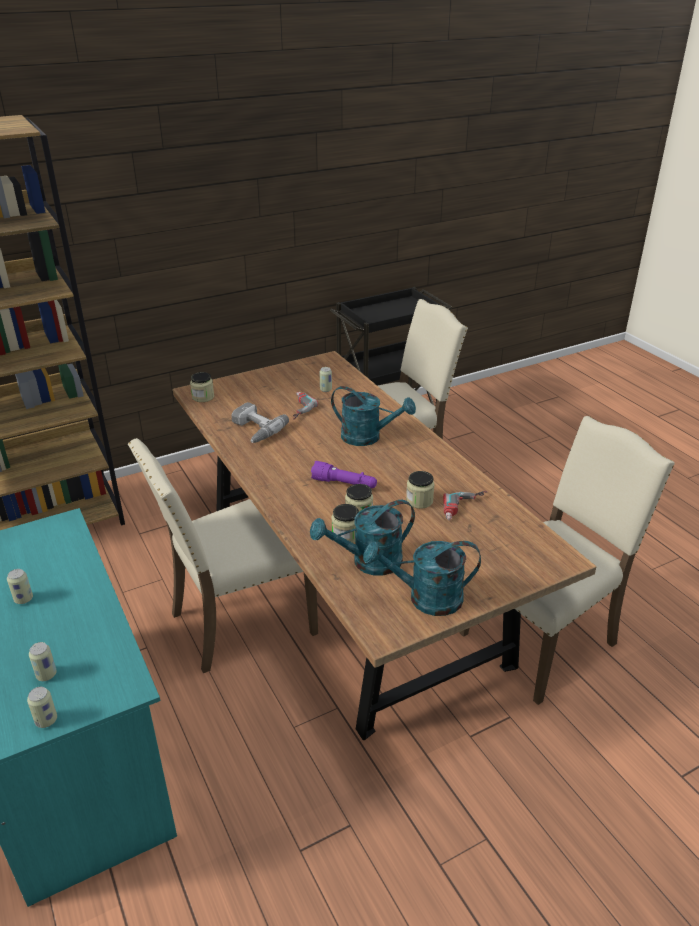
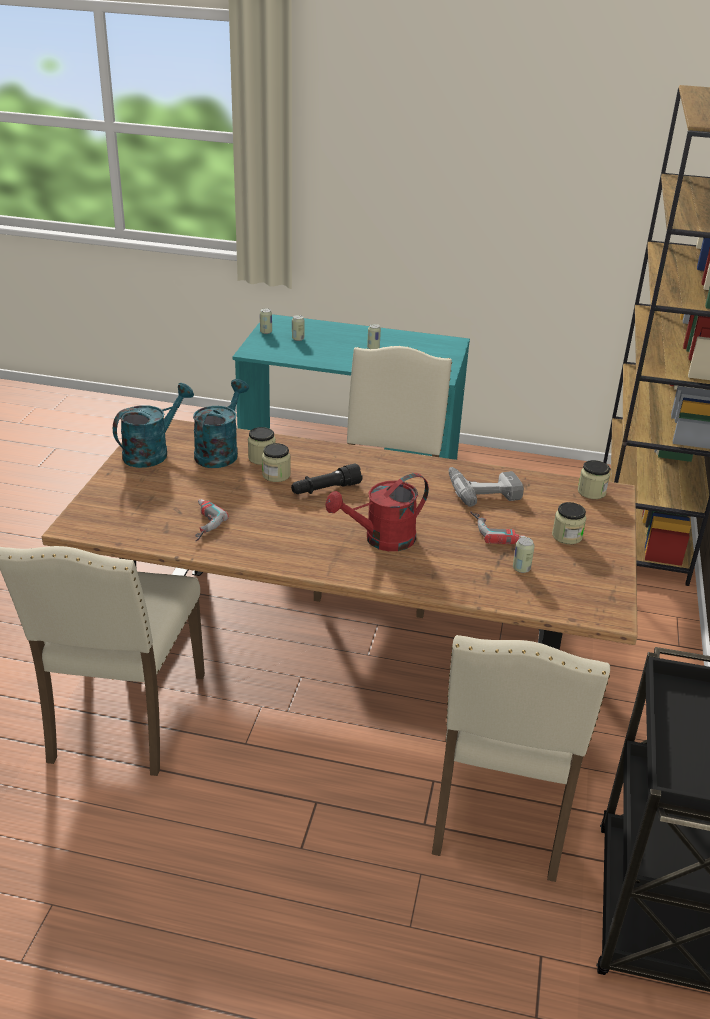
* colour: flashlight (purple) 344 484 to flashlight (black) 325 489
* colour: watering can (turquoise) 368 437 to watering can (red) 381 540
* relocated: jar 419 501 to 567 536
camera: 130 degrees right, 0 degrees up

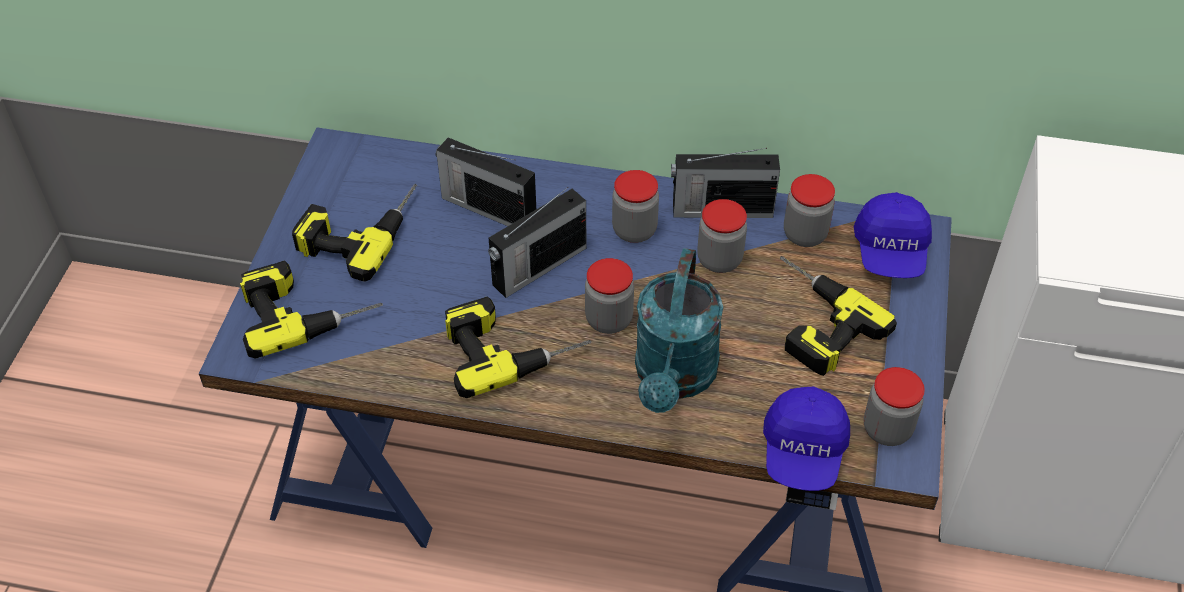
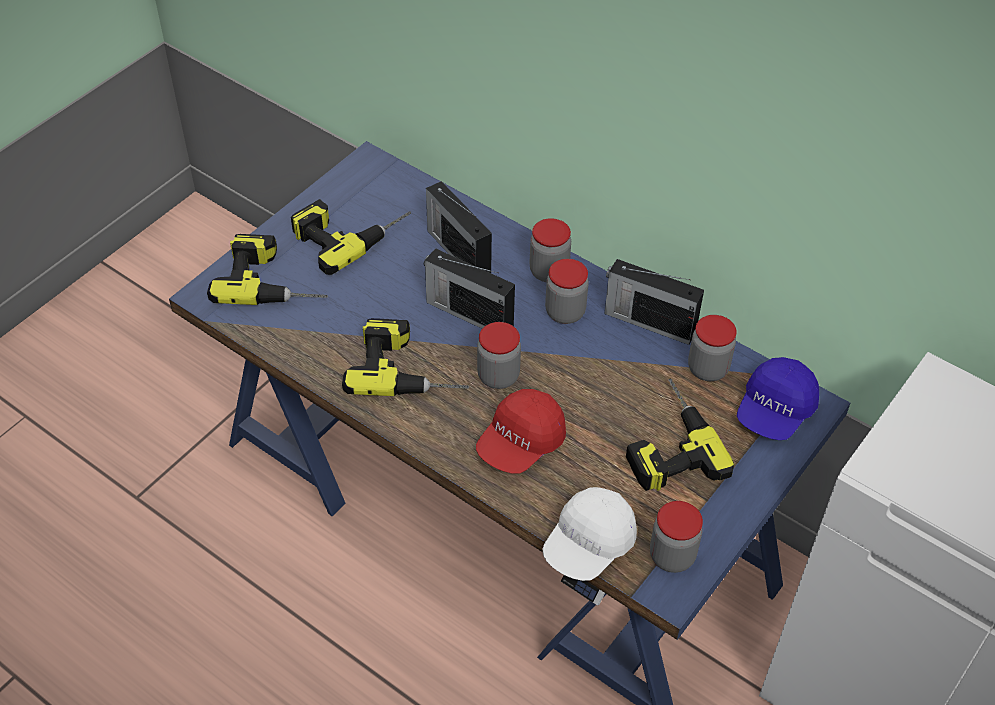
* spun: radio 537 267 = 468 313 45 degrees clockwise
* exchanged: watering can (turquoise) 674 378 to cap (red) 520 443
* relocated: jar 719 260 to 549 271
* colour: cap (blue) 803 452 to cap (white) 588 545
camera: 25 degrees right, 0 degrees up

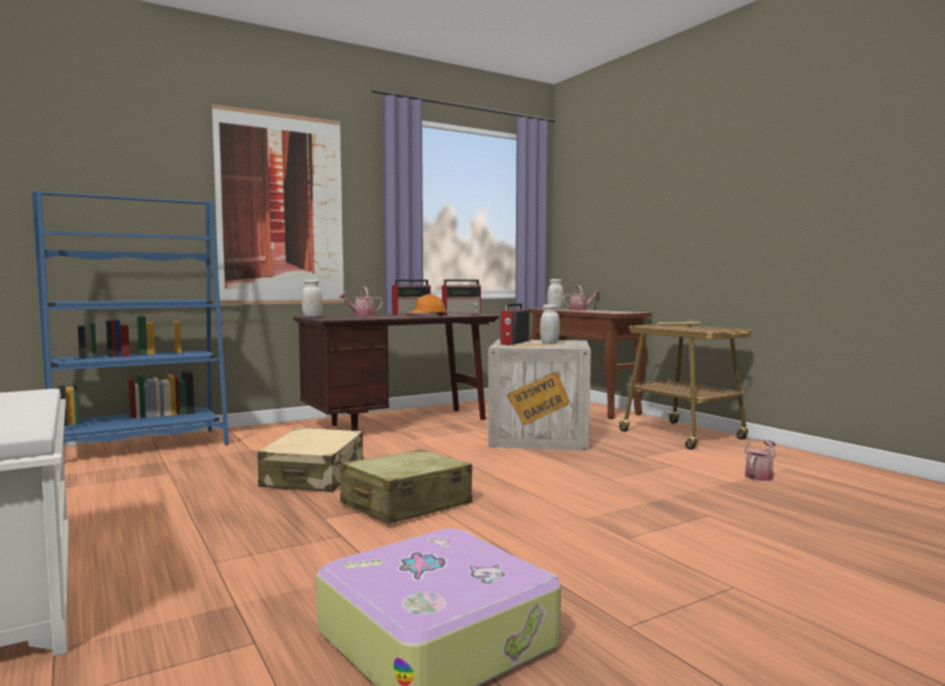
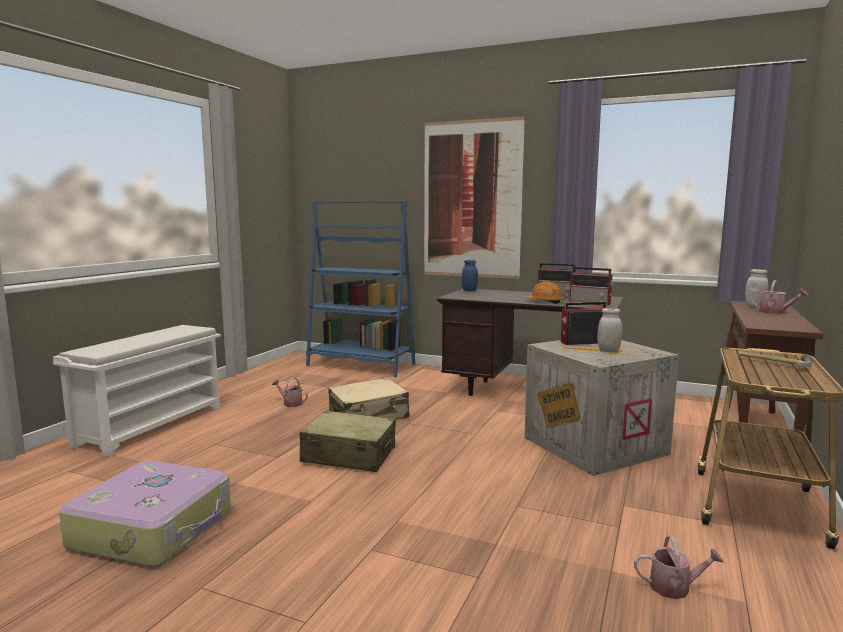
* relocated: watering can 361 315 to 290 403
* colour: jar (white) 312 316 to jar (blue) 469 290
camera: 55 degrees right, 5 degrees up

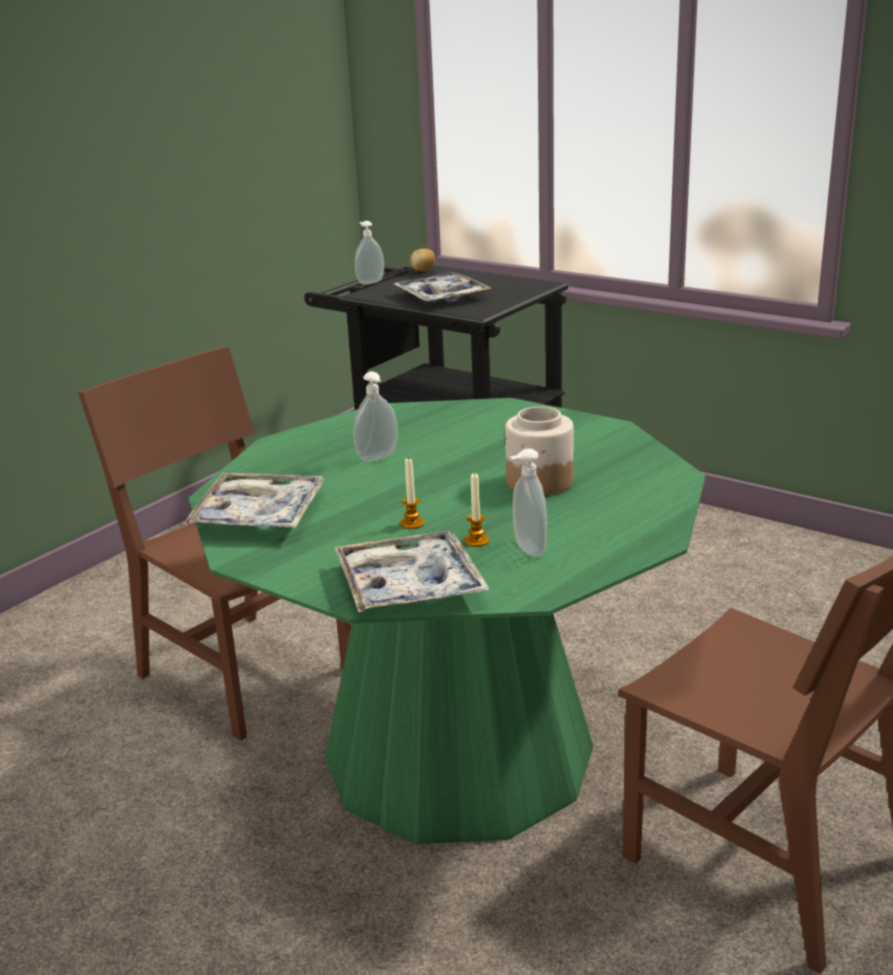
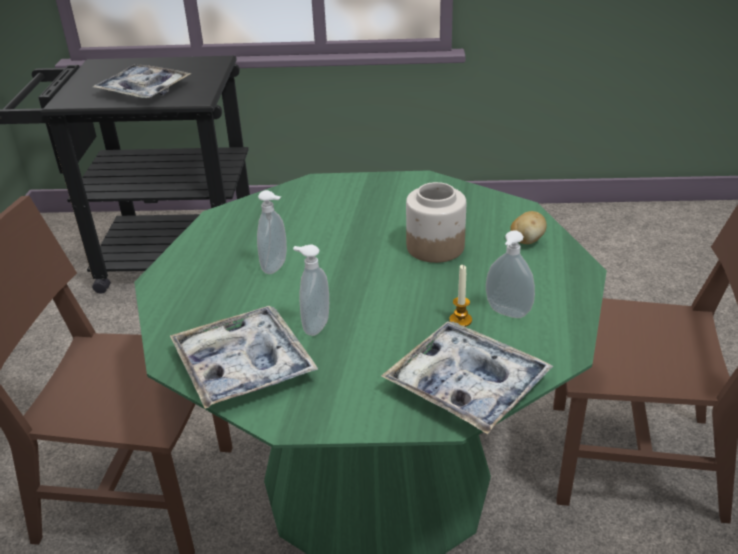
* relocated: soap dispenser 369 282 to 314 326
* relocated: potato 422 270 to 527 240
* missing: candle 412 523
camera: 35 degrees left, 10 degrees up

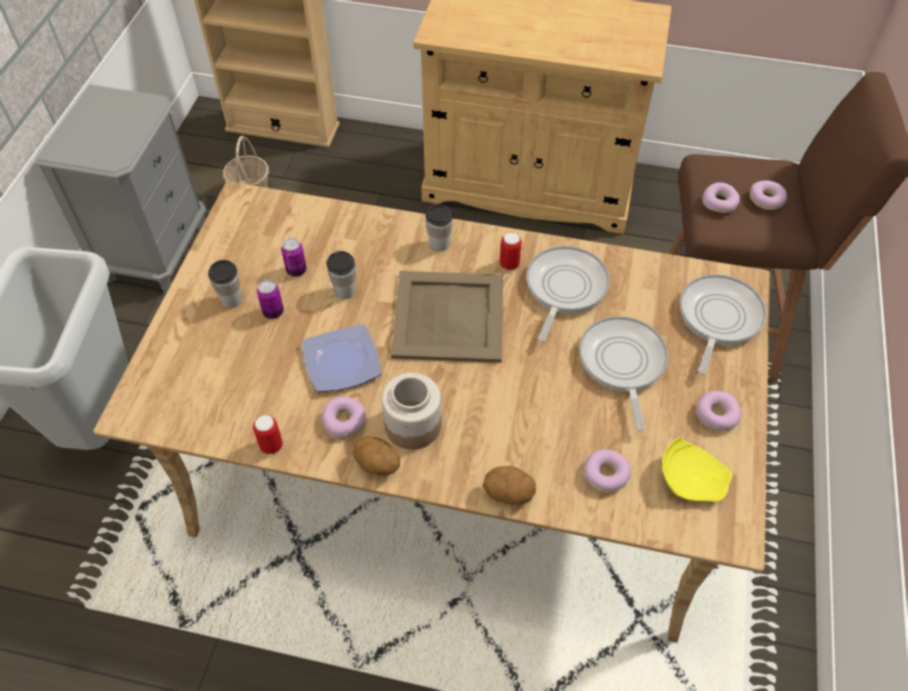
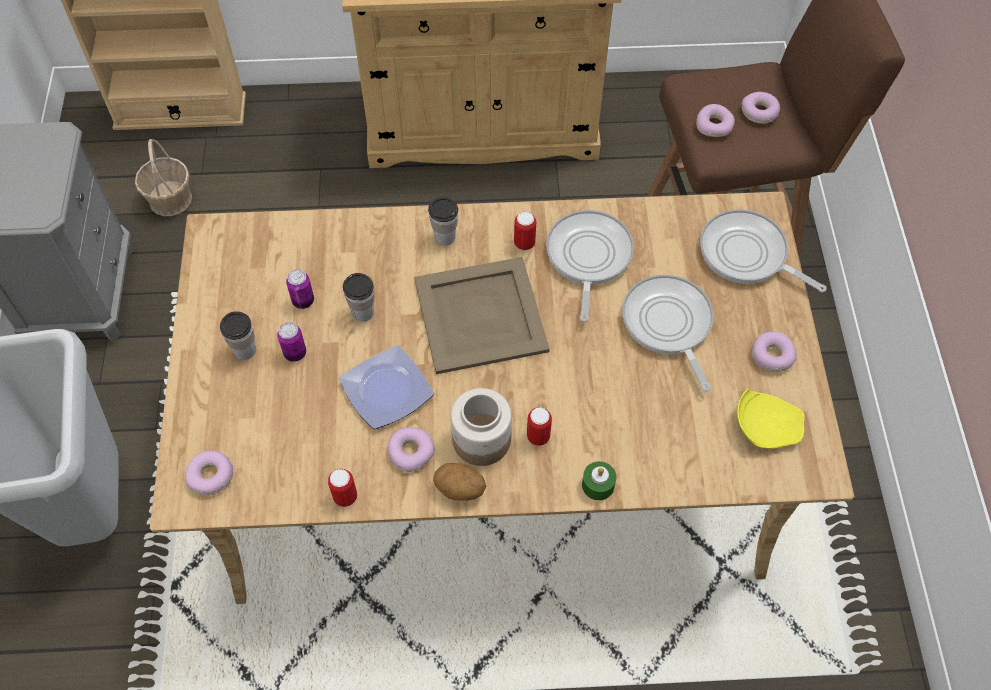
* relocated: donut 605 475 to 211 476
* appeared: can 538 436
* exchanged: potato 508 493 to candle (green) 598 485
* spun: frying pan 717 319 = 747 255 60 degrees counterclockwise
camera: 15 degrees left, 5 degrees up

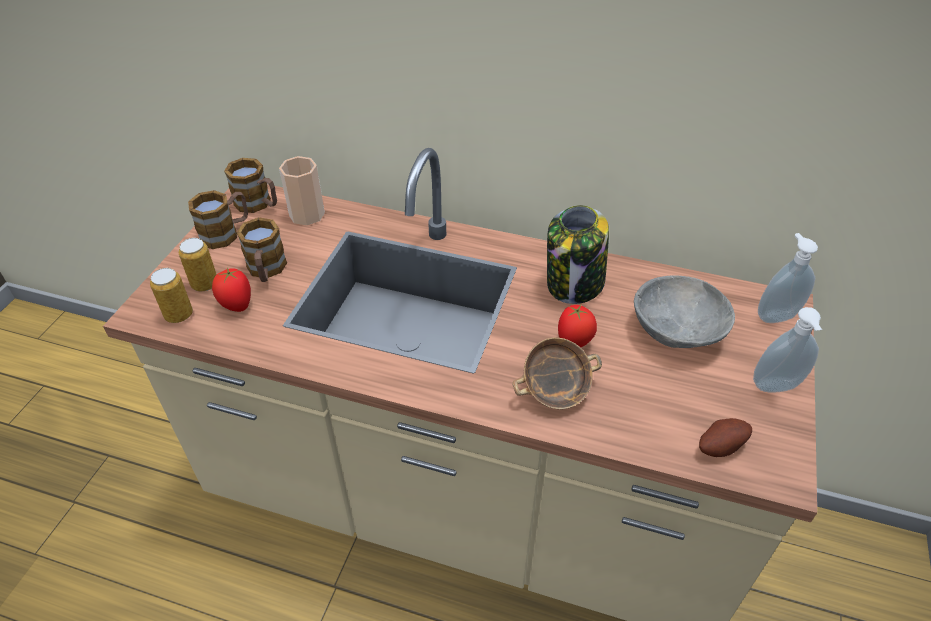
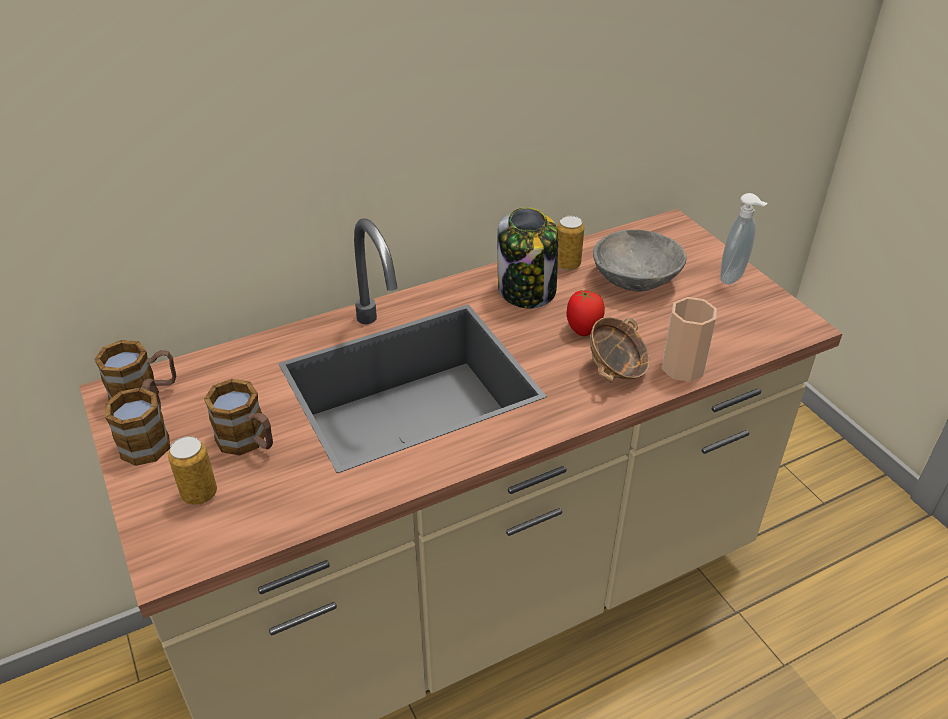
* relocated: can 179 315 to 567 264
* relocated: cup 307 214 to 682 367
* missing: tomato 236 305
* missing: potato 719 446
* missing: soap dispenser 775 315
camera: 45 degrees left, 5 degrees down

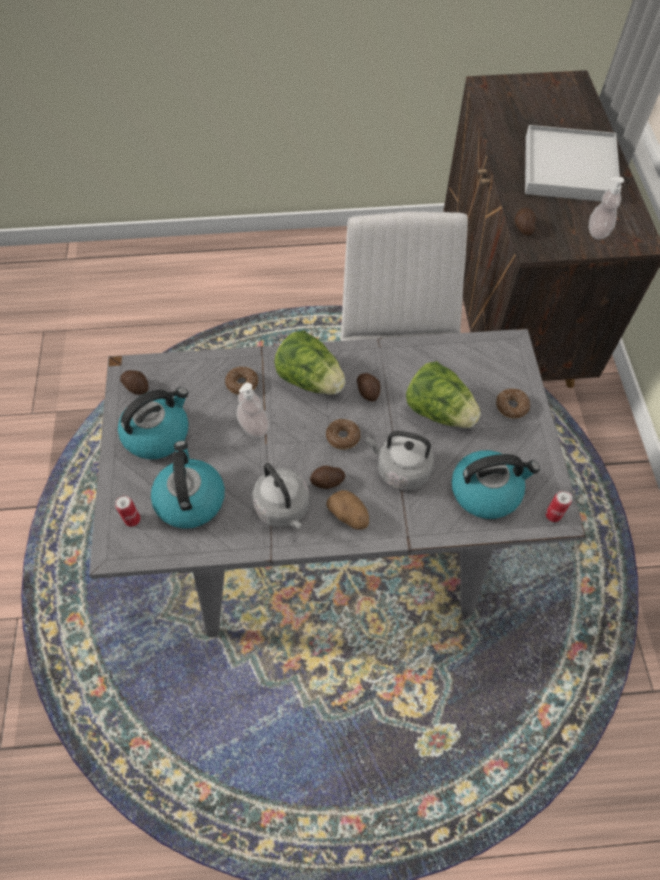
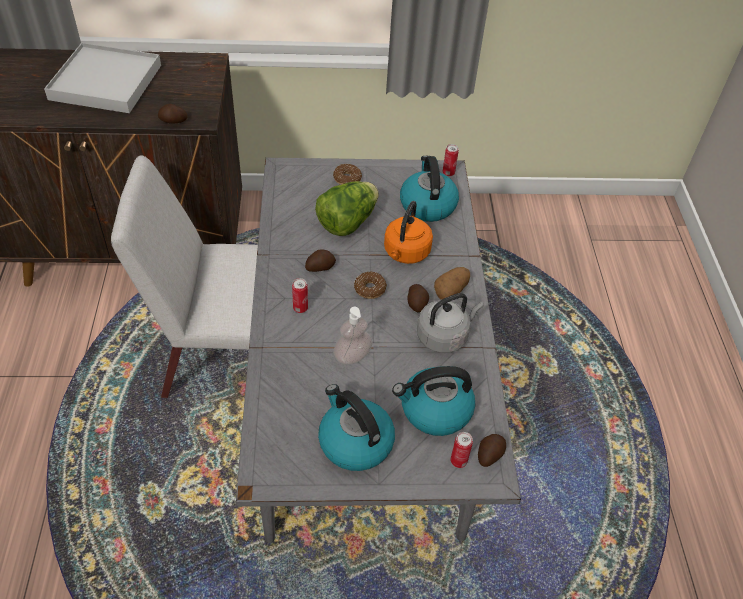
* exchanged: lettuce 310 379 to can 300 308
* colour: kettle (grey) 400 469 to kettle (orange) 405 253
* relocated: potato 136 386 to 489 454
* missing: donut 242 384
* missing: soap dispenser 598 231
camera: 90 degrees left, 10 degrees down

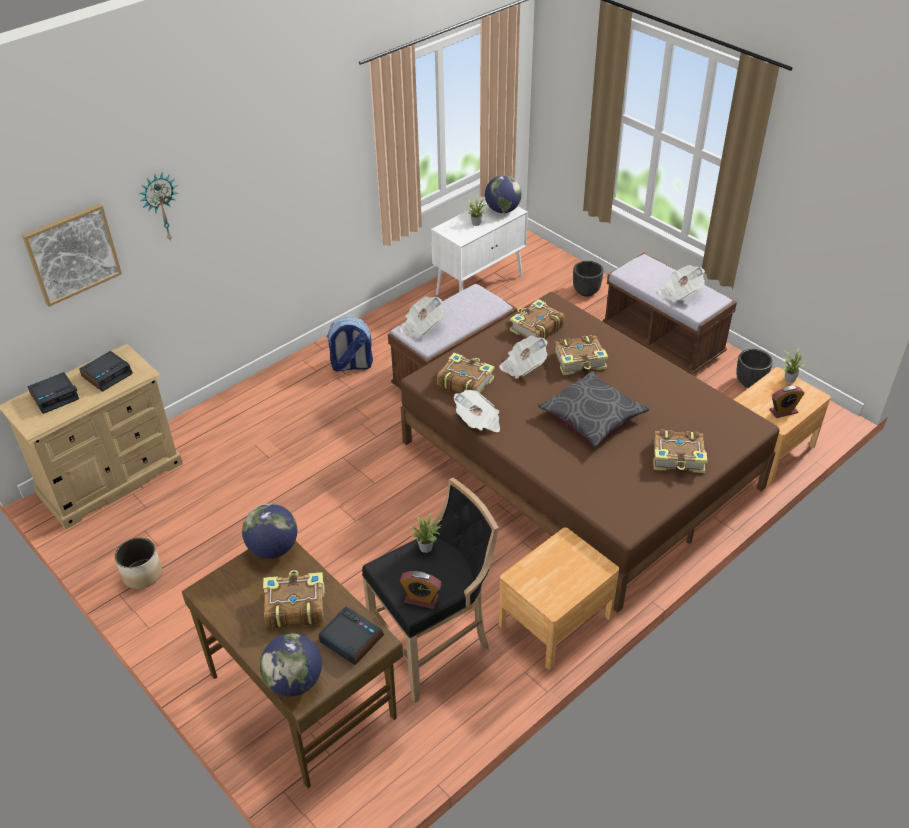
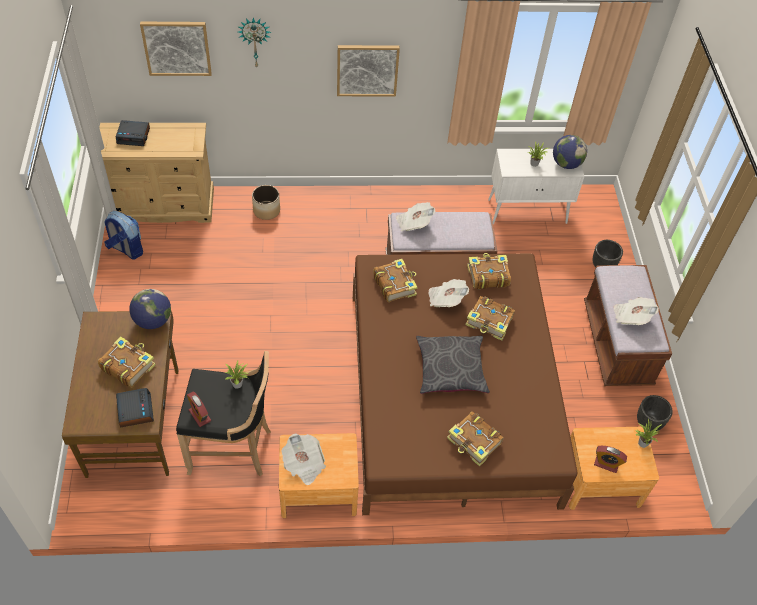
* relocated: backpack 351 365 to 126 249
* relocated: planter 142 574 to 266 210
* relocated: newspaper 478 421 to 304 464
* appeared: picture 367 70
* missing: alarm clock 107 375
* missing: globe 294 681
camera: 35 degrees right, 10 degrees up

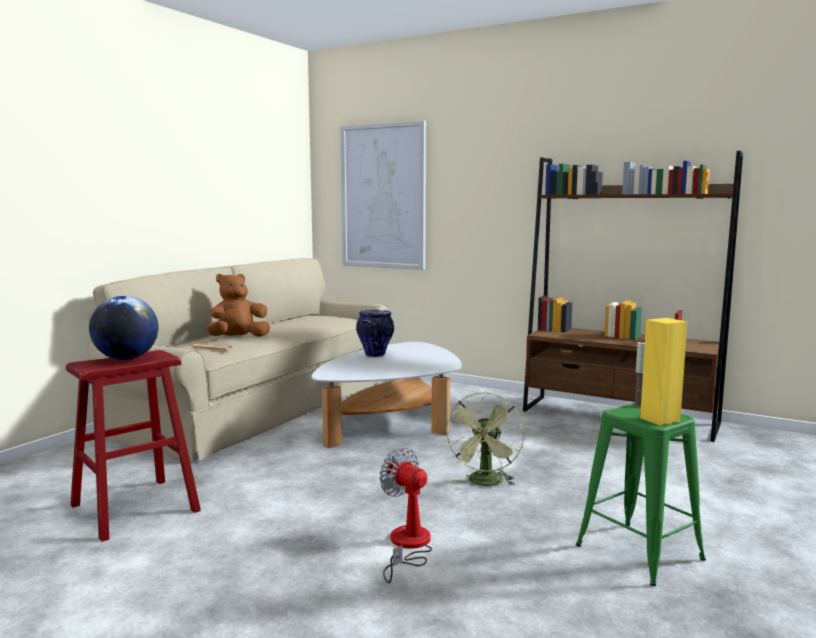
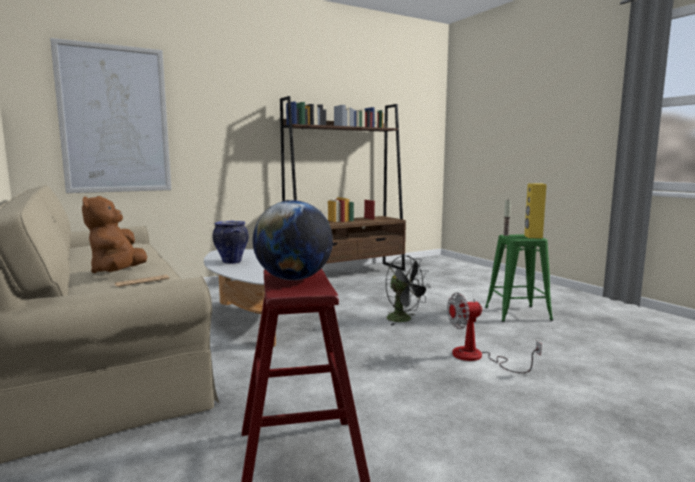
* colour: fan (green) 485 483 to fan (black) 404 320
camera: 60 degrees left, 0 degrees up

